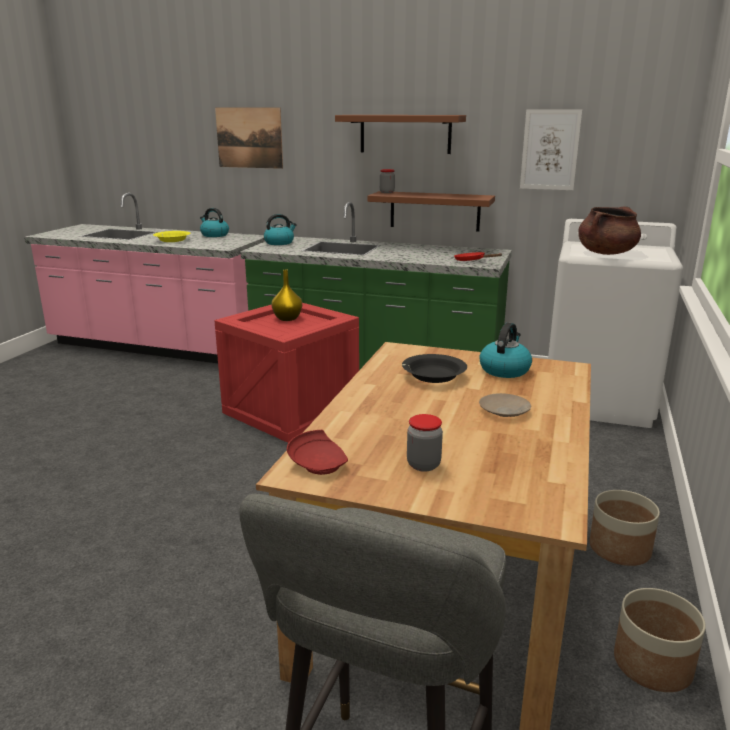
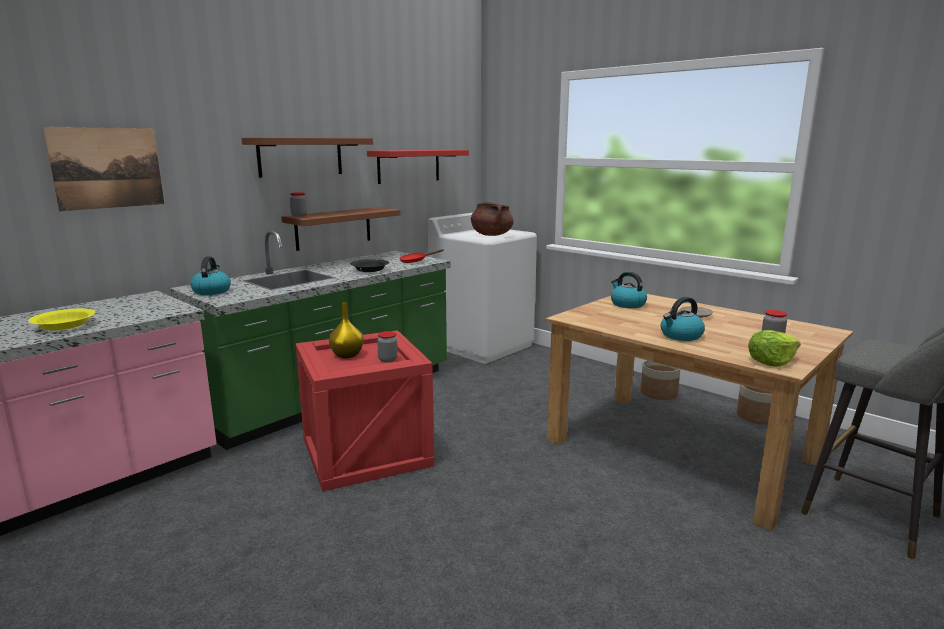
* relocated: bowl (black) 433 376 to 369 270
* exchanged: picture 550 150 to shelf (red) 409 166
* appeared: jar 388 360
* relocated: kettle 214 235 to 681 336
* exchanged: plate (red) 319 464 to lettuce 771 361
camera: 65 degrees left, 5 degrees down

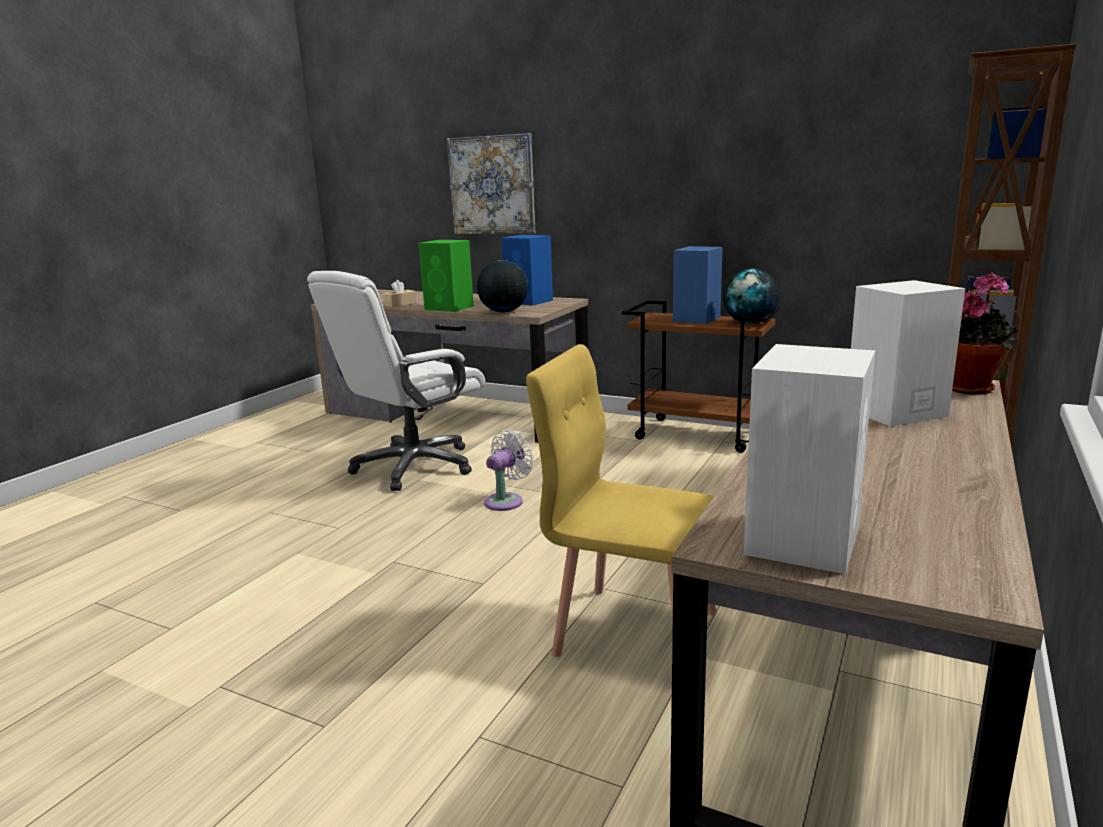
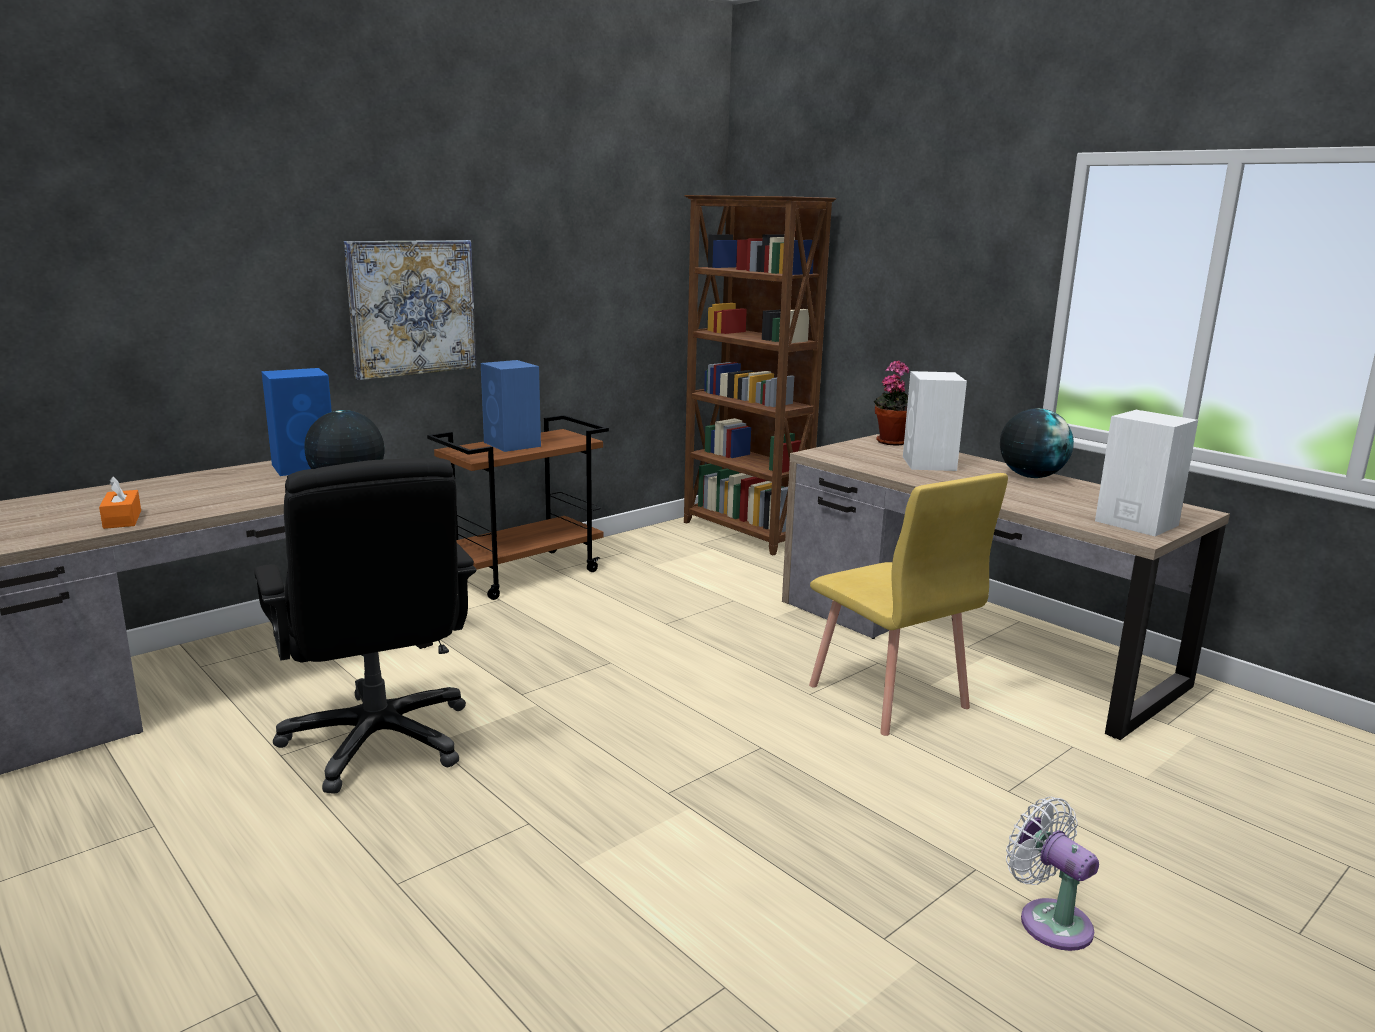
* colour: tissue box (beige) 400 304 to tissue box (orange) 122 519
* colour: office chair (white) 413 467 to office chair (black) 379 740
* relocated: picture 492 185 to 412 308
* spun: chair (yellow) 635 631 = 888 697 75 degrees counterclockwise
* relocated: globe 750 323 to 1031 476
* relocated: fan (white) 506 501 to 1049 920
* missing: speaker (green) 450 308
camera: 70 degrees left, 0 degrees up

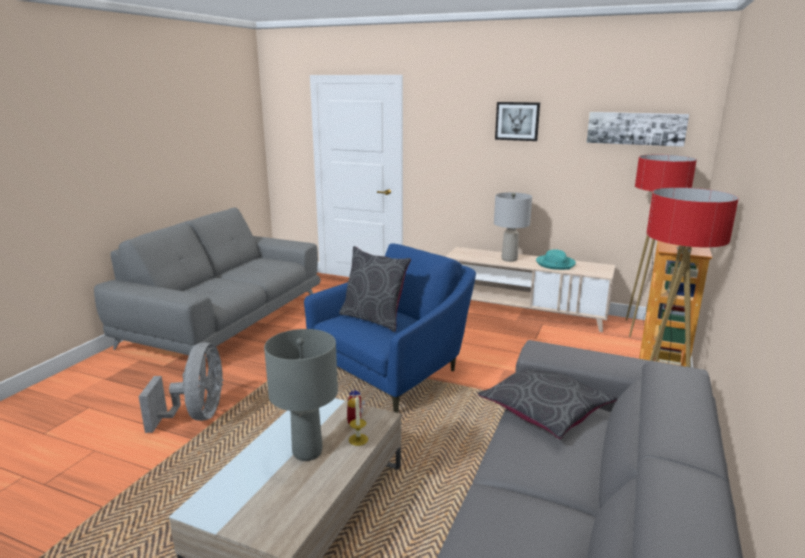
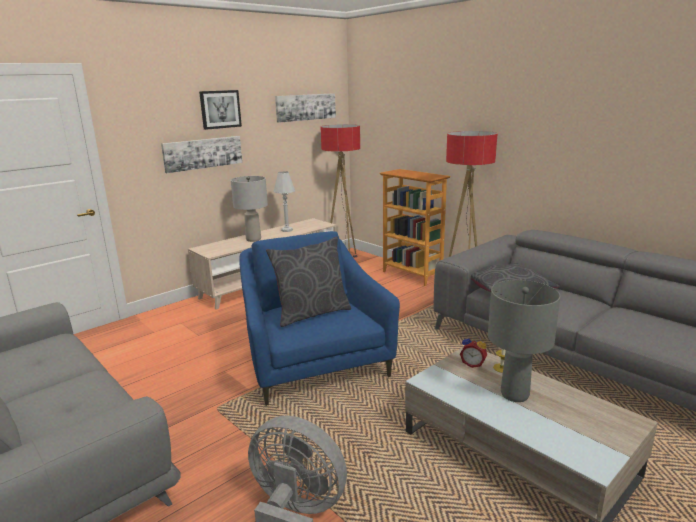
* appeared: picture 203 153
* exchanged: hat (turquoise) 555 264 to table lamp (white) 287 230
camera: 65 degrees left, 0 degrees up

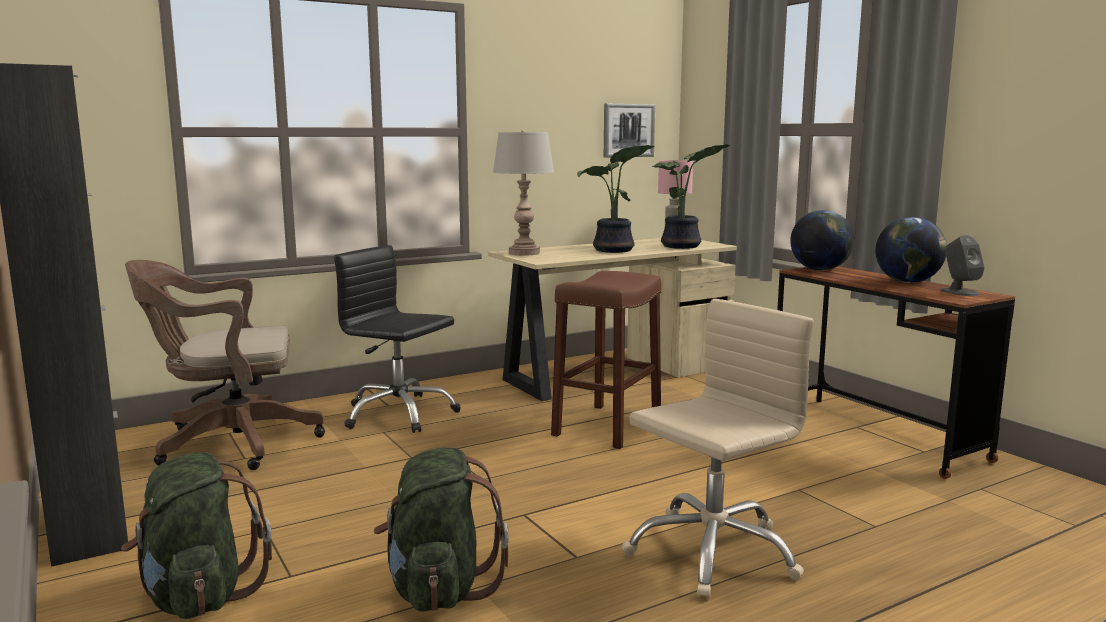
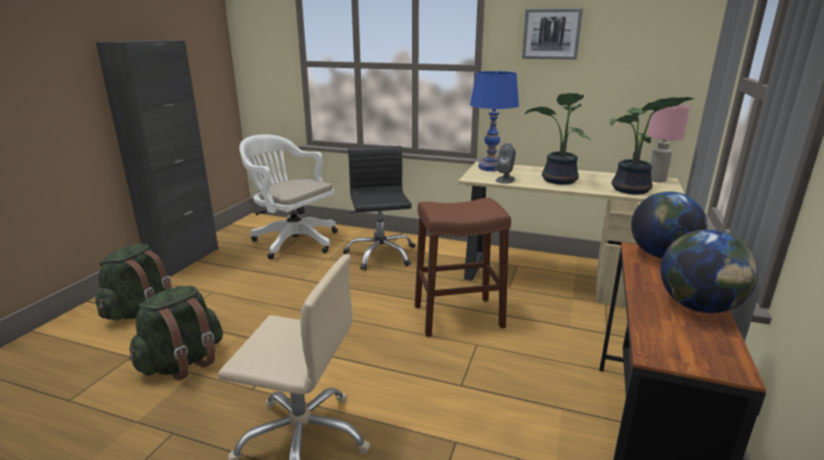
* colour: office chair (brown) 229 443 to office chair (white) 292 240
* colour: table lamp (grey) 524 253 to table lamp (blue) 490 168
* relocated: speaker (grey) 959 292 to 505 180
* relocated: picture 628 130 to 551 34
camera: 50 degrees right, 10 degrees up

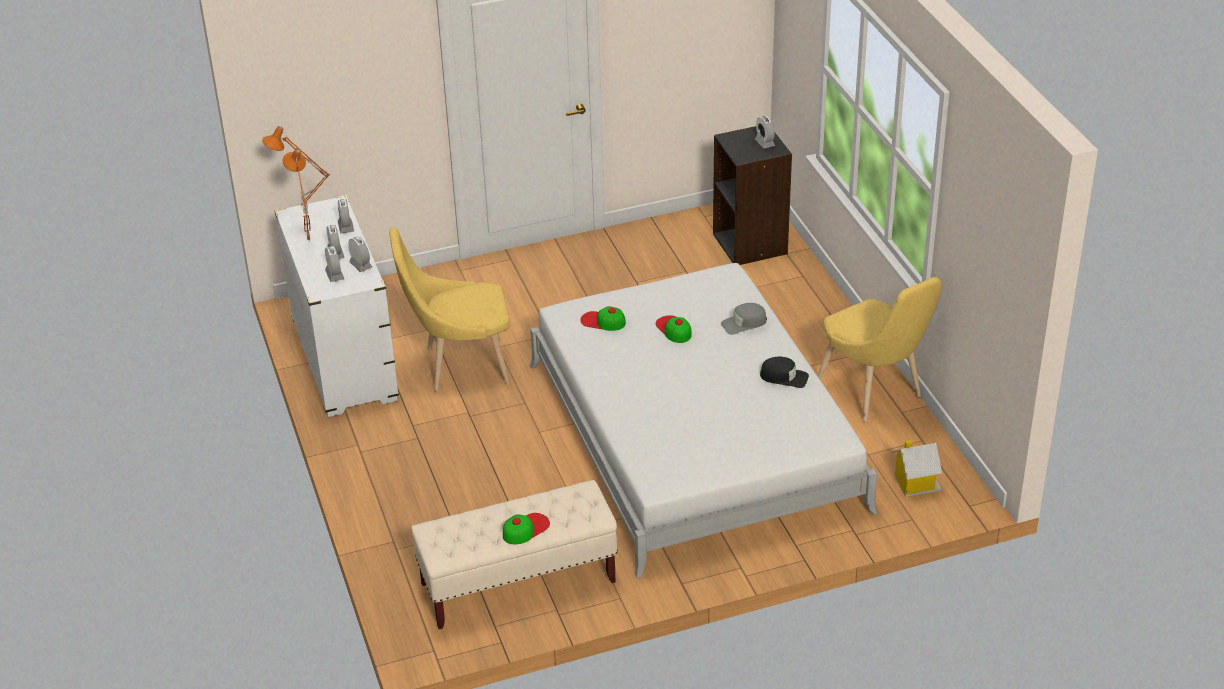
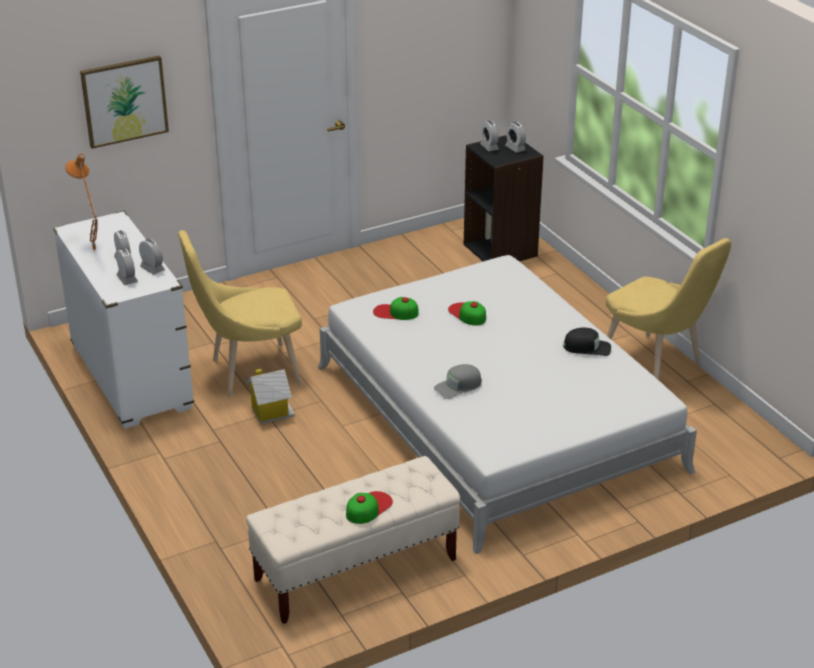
* appeared: picture 124 101
* relocated: toy house 915 483 to 270 412
* relocated: cap (grey) 744 323 to 458 386
* relocated: alarm clock 346 227 to 489 147
* missing: table lamp (orange) 304 214
camera: 10 degrees left, 5 degrees down

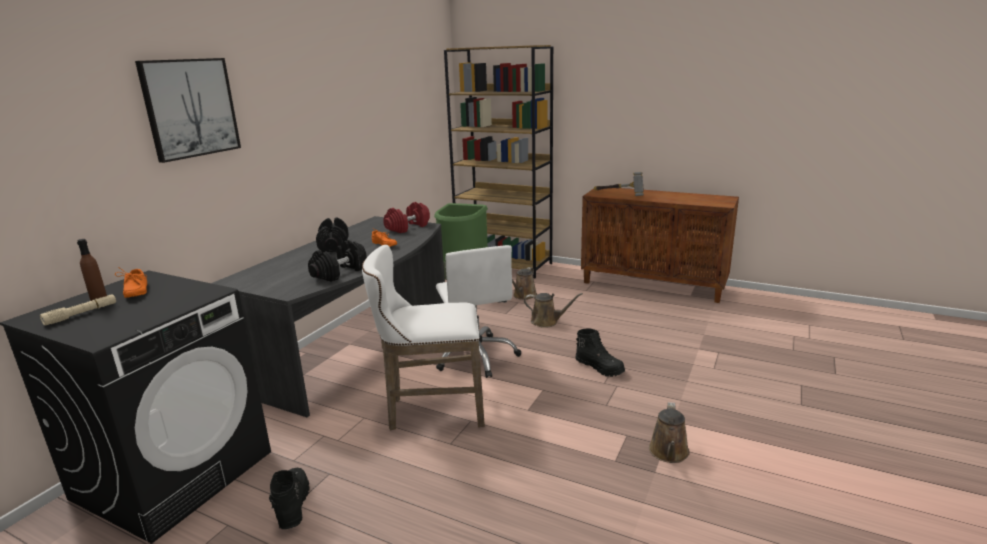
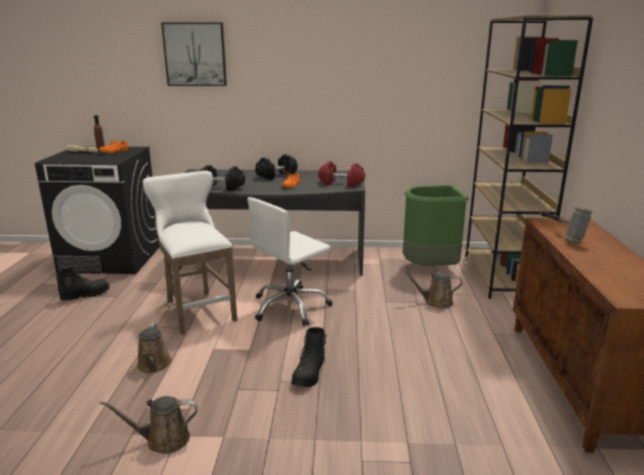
* relocated: watering can (brown) 547 322 to 154 365
camera: 65 degrees right, 0 degrees up

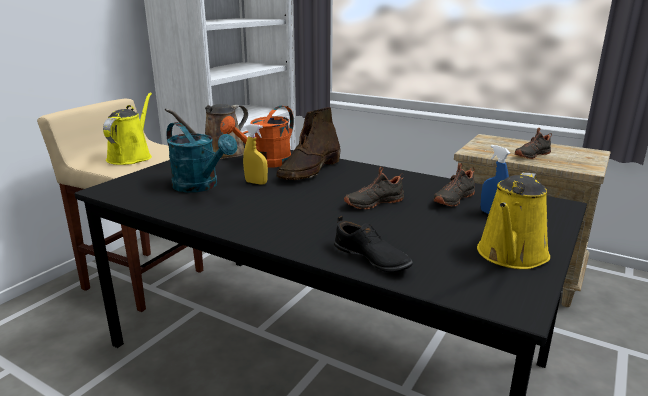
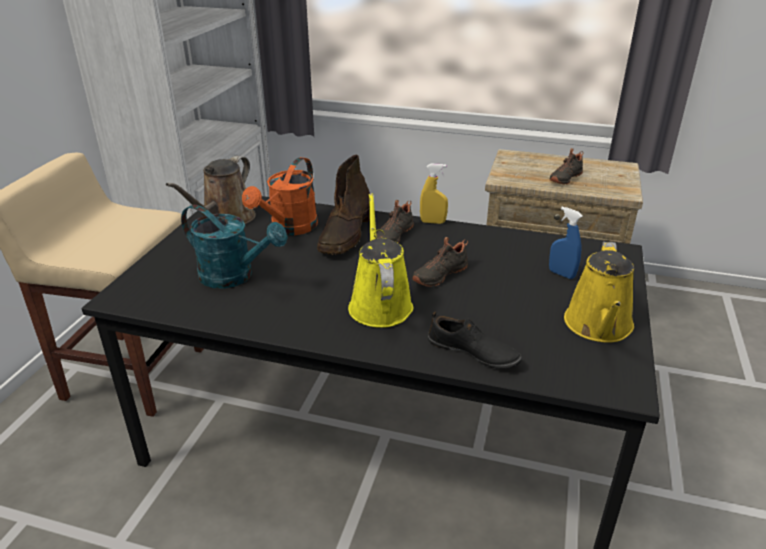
* relocated: watering can (yellow) 131 157 to 379 304
* relocated: shoe (black) 452 199 to 393 235
* relocated: spray bottle (yellow) 256 183 to 433 222
camera: 15 degrees left, 10 degrees up

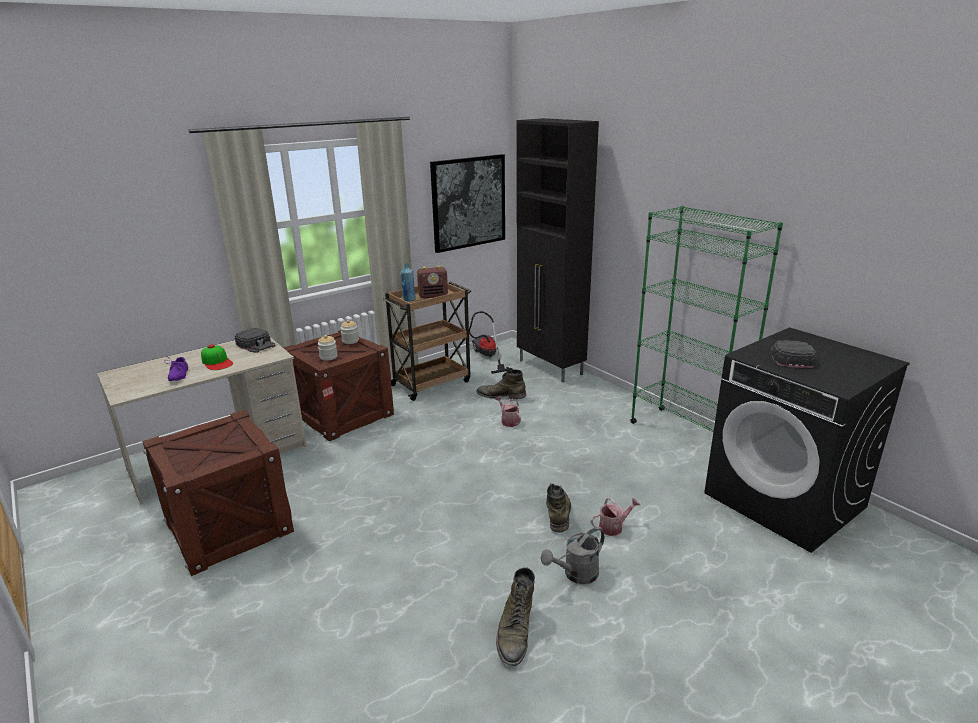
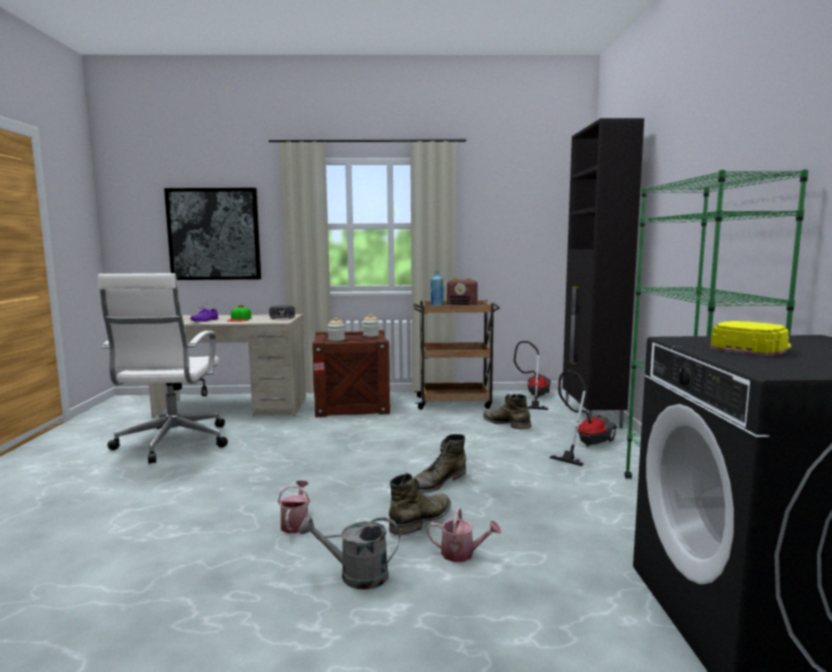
* exchanged: crate 229 527 to office chair (white) 172 443
* relocated: picture 468 202 to 214 234
* relocated: watering can 508 421 to 296 523
* relocated: boot (green) 515 632 to 437 482
* appeared: vacuum cleaner 585 445
* colour: cap (black) 790 357 to cap (yellow) 751 347
camera: 35 degrees right, 15 degrees down

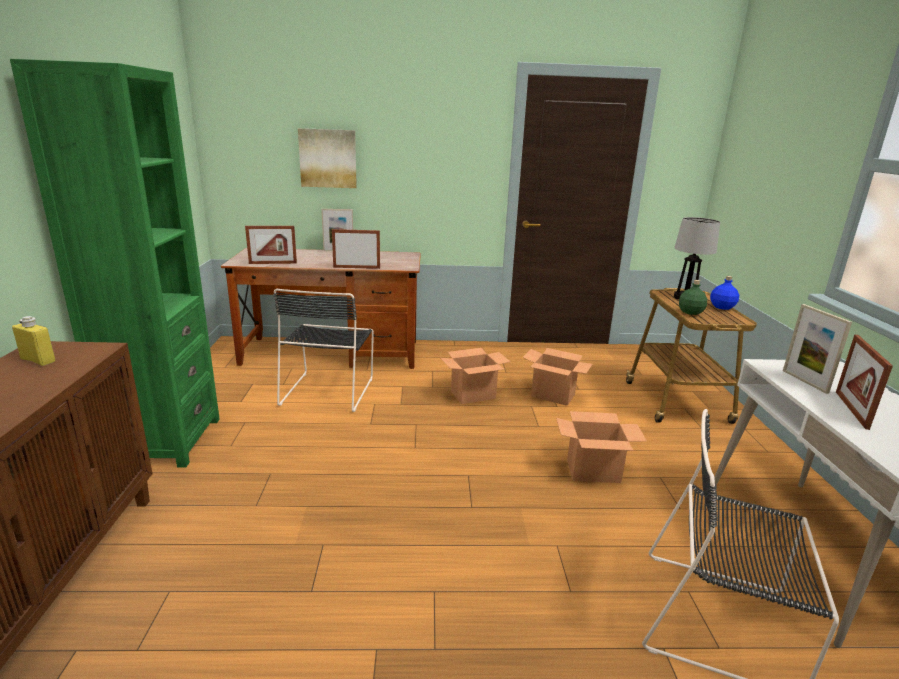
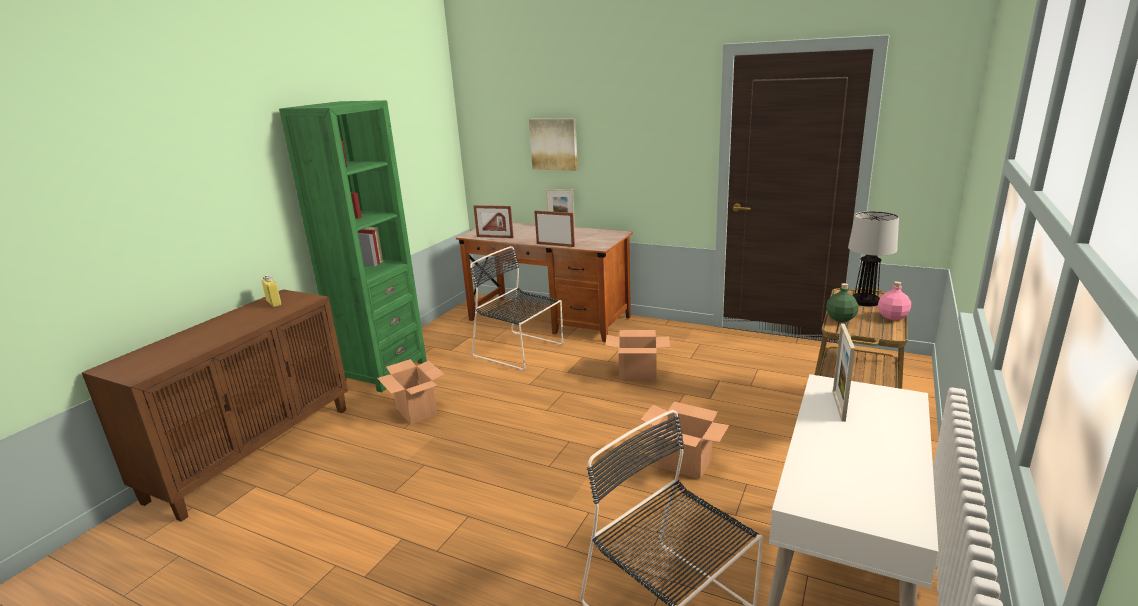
* relocated: cardboard box 553 395 to 417 411
* spun: chair (black) 329 390 = 520 351 90 degrees clockwise
* colour: bottle (blue) 721 307 to bottle (pink) 892 316
* missing: picture frame 851 409
camera: 30 degrees right, 0 degrees up

